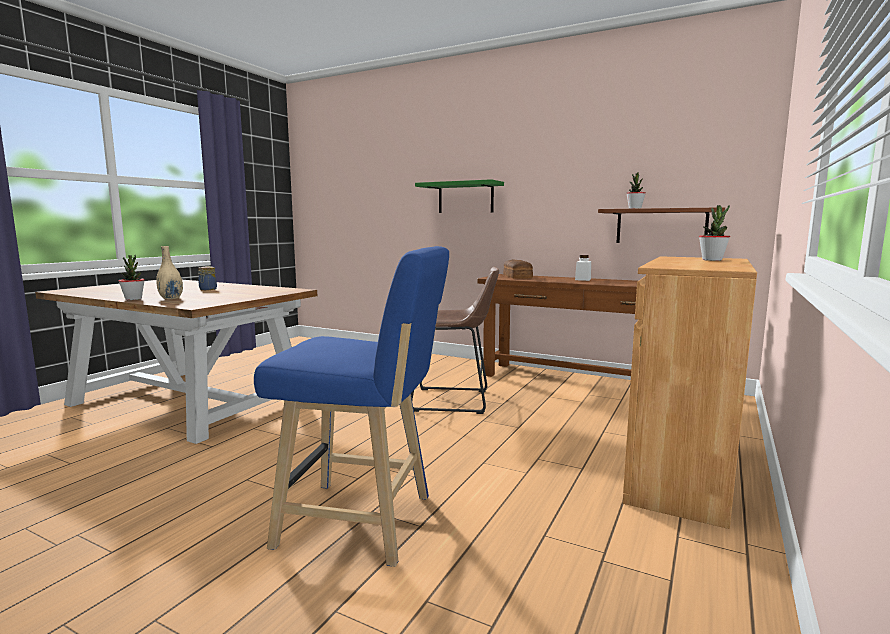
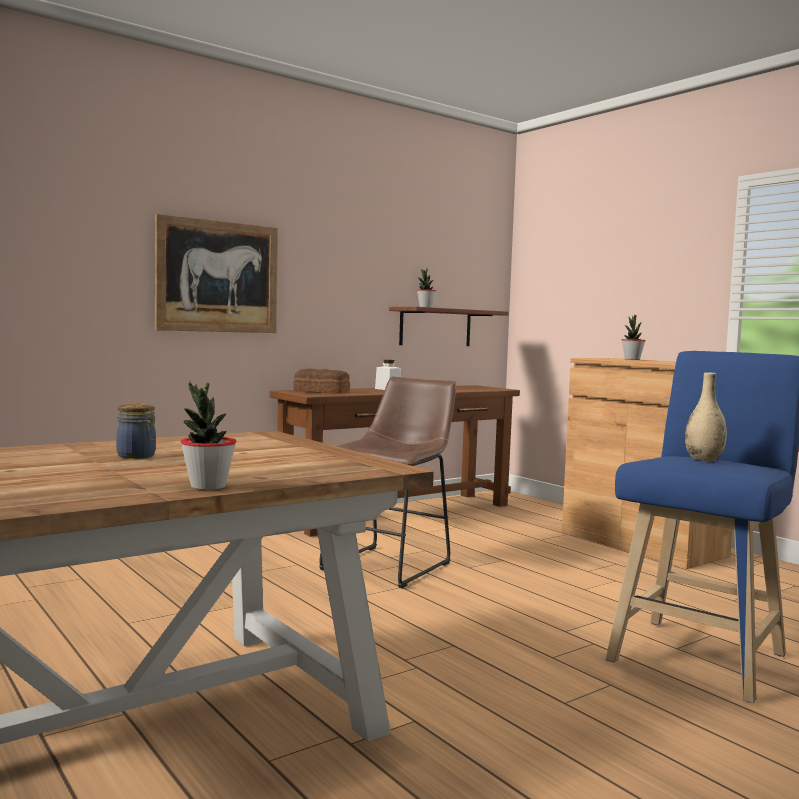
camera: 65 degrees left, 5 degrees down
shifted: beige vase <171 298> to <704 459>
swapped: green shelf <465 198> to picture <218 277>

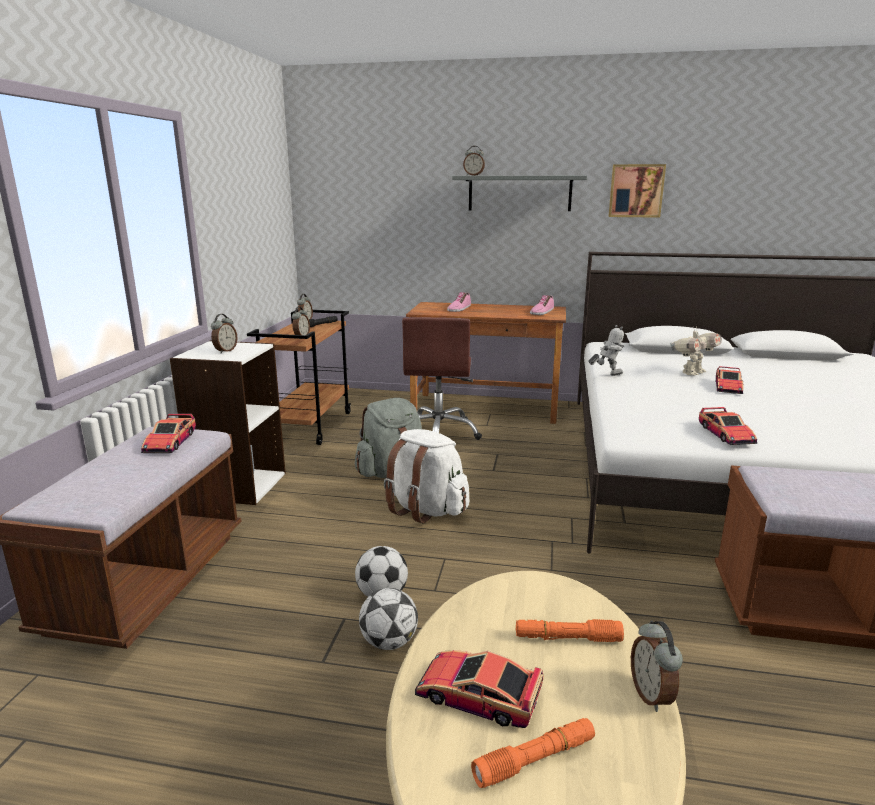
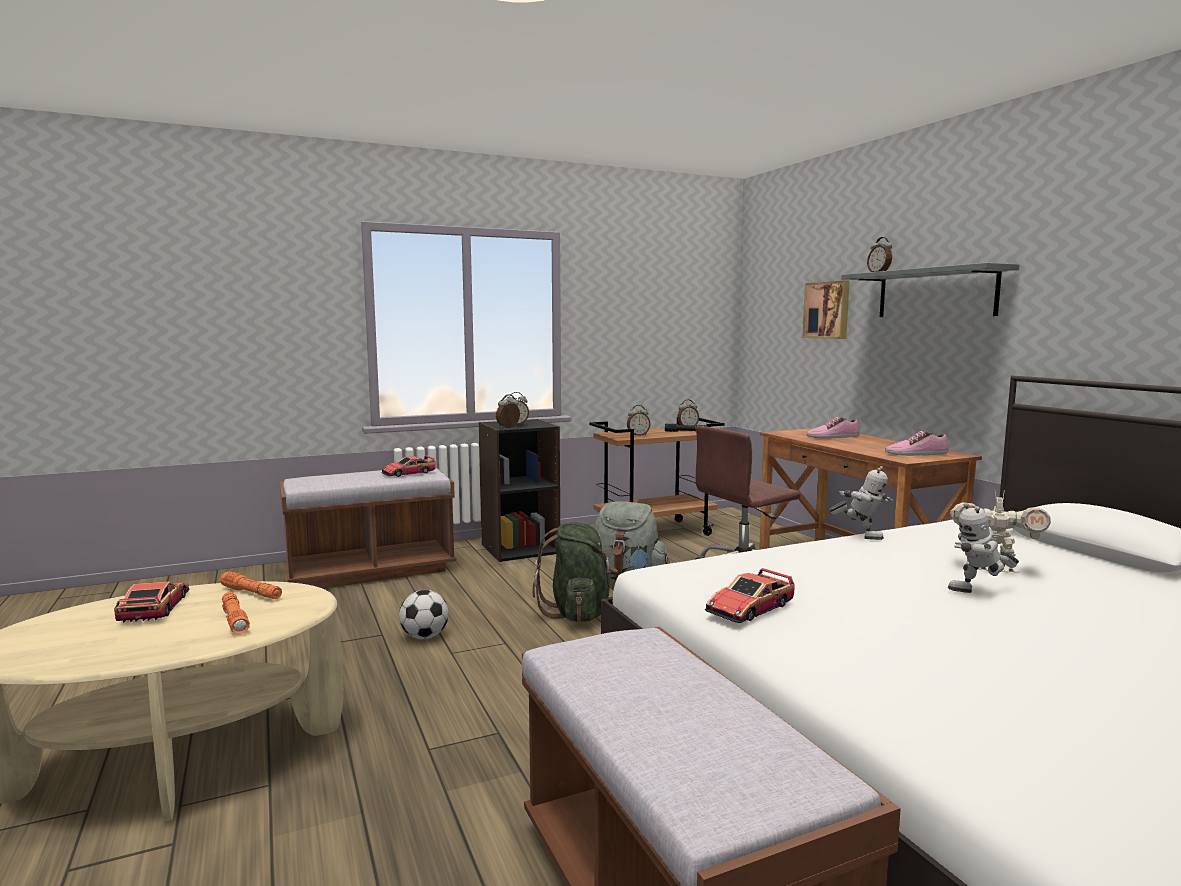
camera: 55 degrees right, 10 degrees down
gone: football <389 642>
shifted: orange flashlight <535 760> to <251 593>; alarm clock <652 695> to <508 427>; picture <636 191> to <827 310>
swapped: toy car <728 387> to toy robot <979 593>
repainted: white bookcase <238 485> to black bookcase <520 548>; white backpack <426 510> to green backpack <578 613>

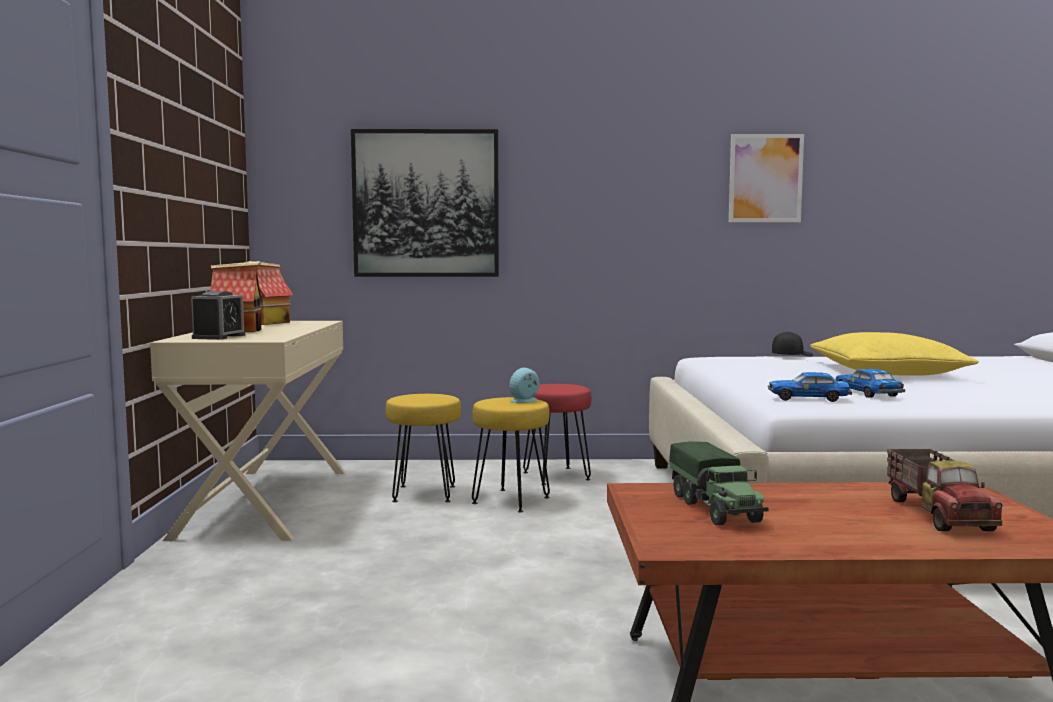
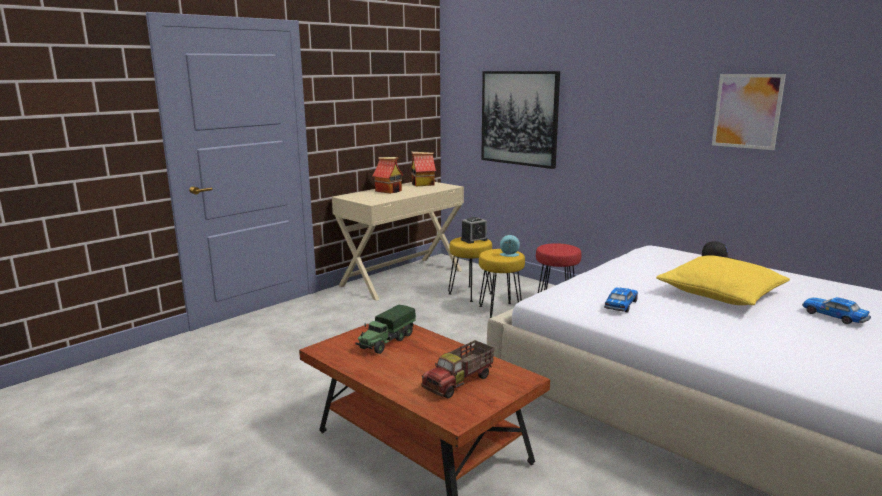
camera: 45 degrees right, 10 degrees up
shifted: alarm clock <219 337> to <474 240>; toy car <808 398> to <834 316>

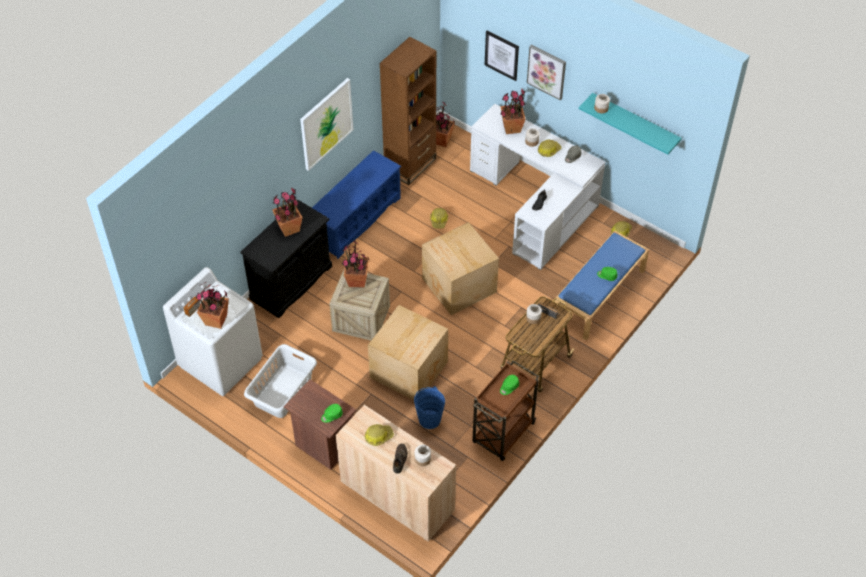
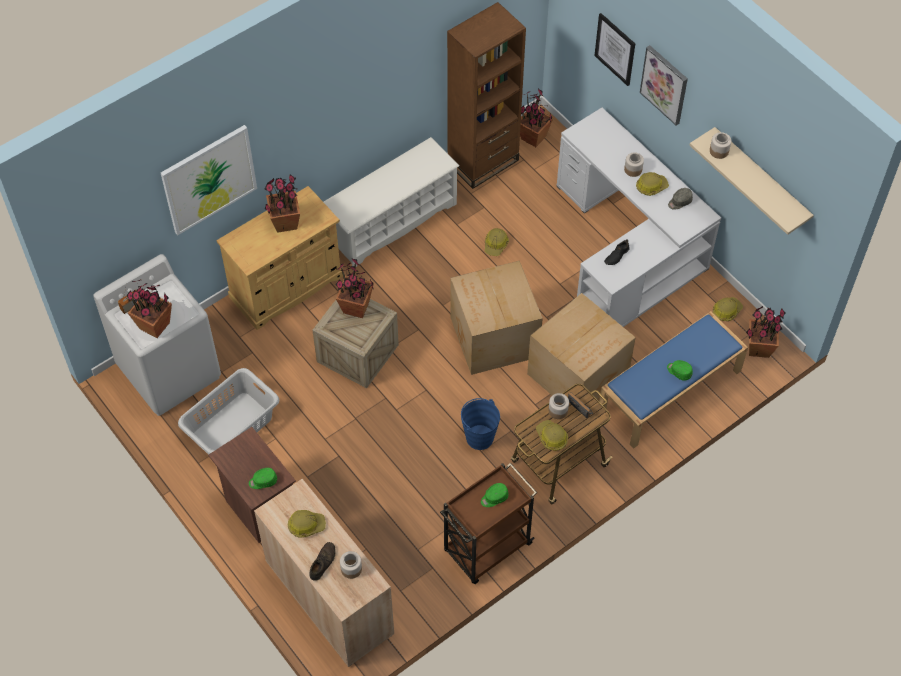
camera: 15 degrees right, 5 degrees up
new: hard hat <551 437>
shifted: picture <326 123> to <209 179>; blue bucket <429 419> to <479 437>; cardboard box <410 369> to <579 374>; potted plant <511 128> to <758 348>
repainted: black cabinet <291 282> to beige cabinet <286 287>; blue shoe rack <356 220> to white shoe rack <392 221>; turquoise shelf <635 122> to beige shelf <761 179>

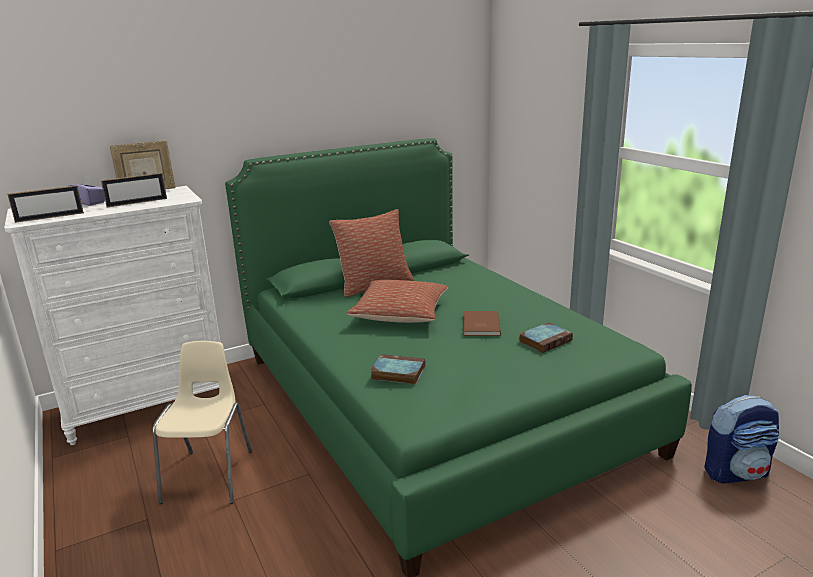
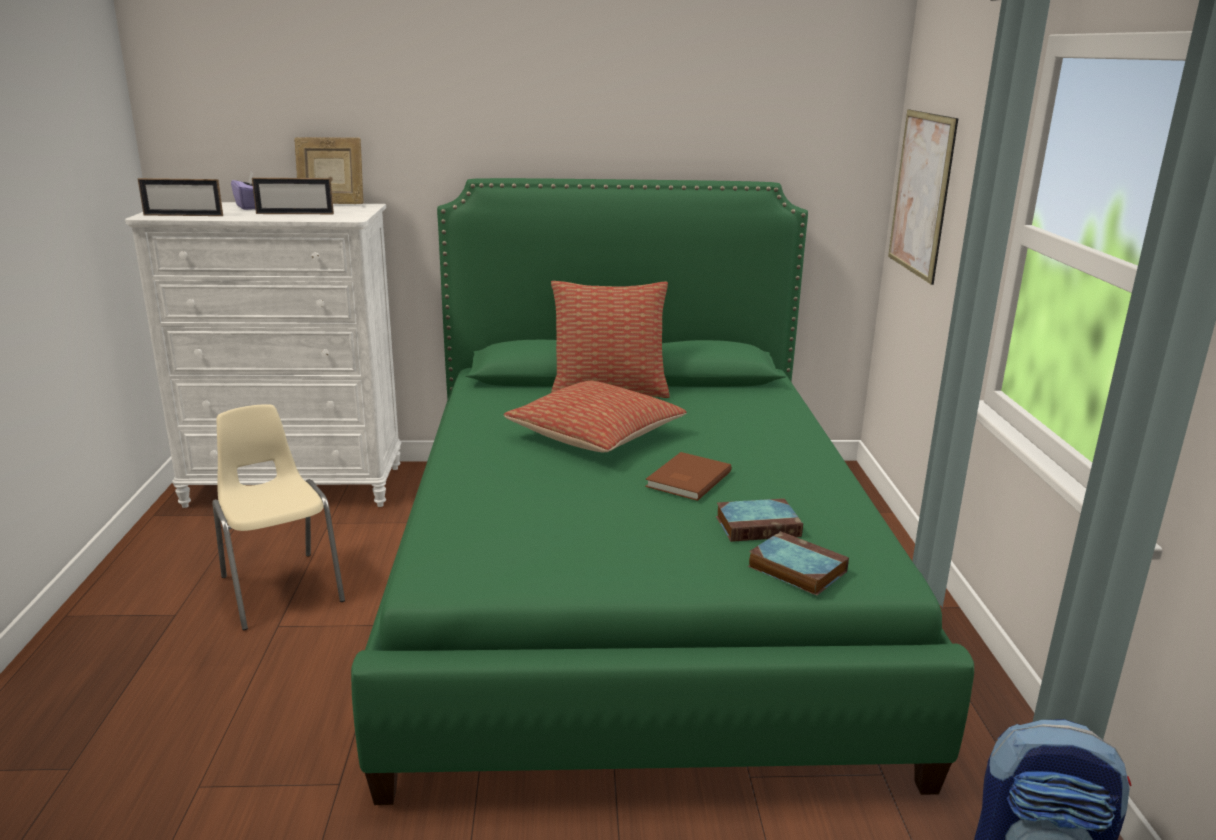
camera: 25 degrees right, 0 degrees up
new: picture <921 194>
shifted: book <397 373> to <794 568>
rotated: beige chair <210 475> = <280 588> 60 degrees counterclockwise

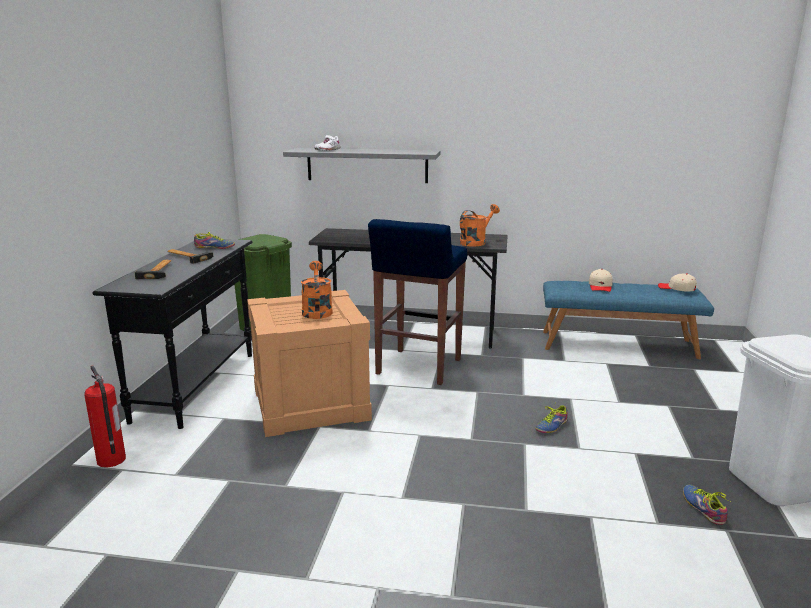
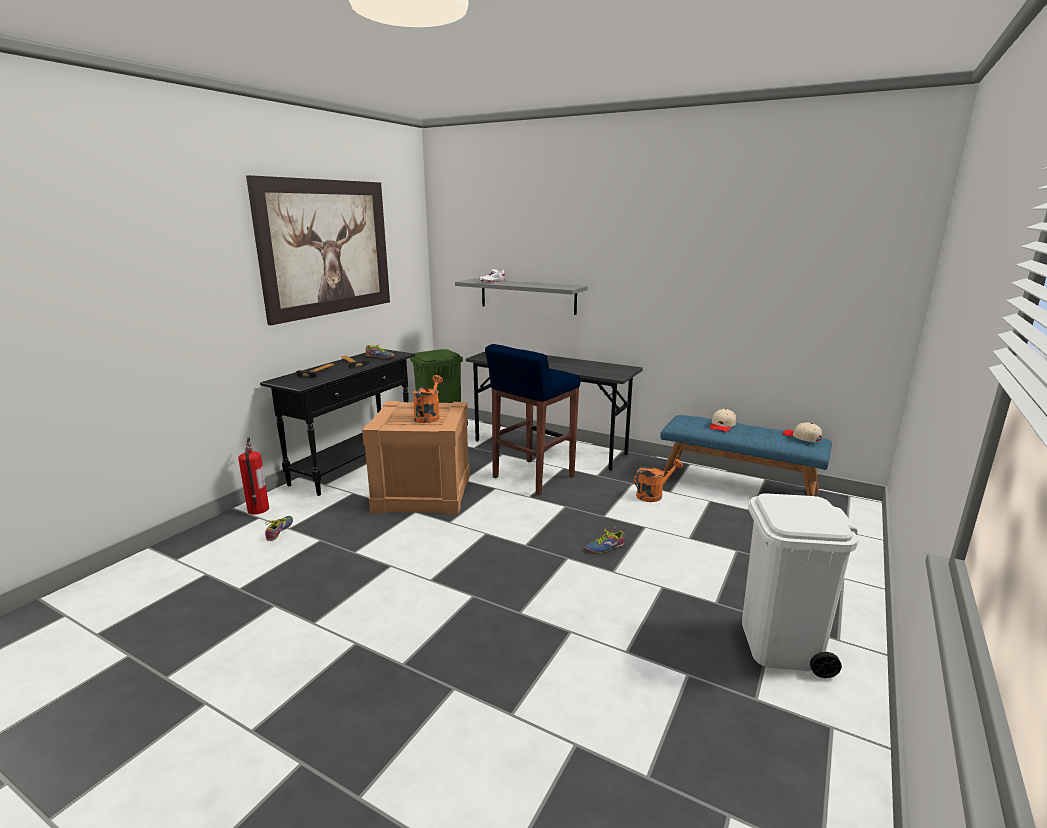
camera: 20 degrees right, 0 degrees up
new: picture <327 248>
shifted: shoe <704 507> to <281 530>; orange watering can <476 242> to <653 495>

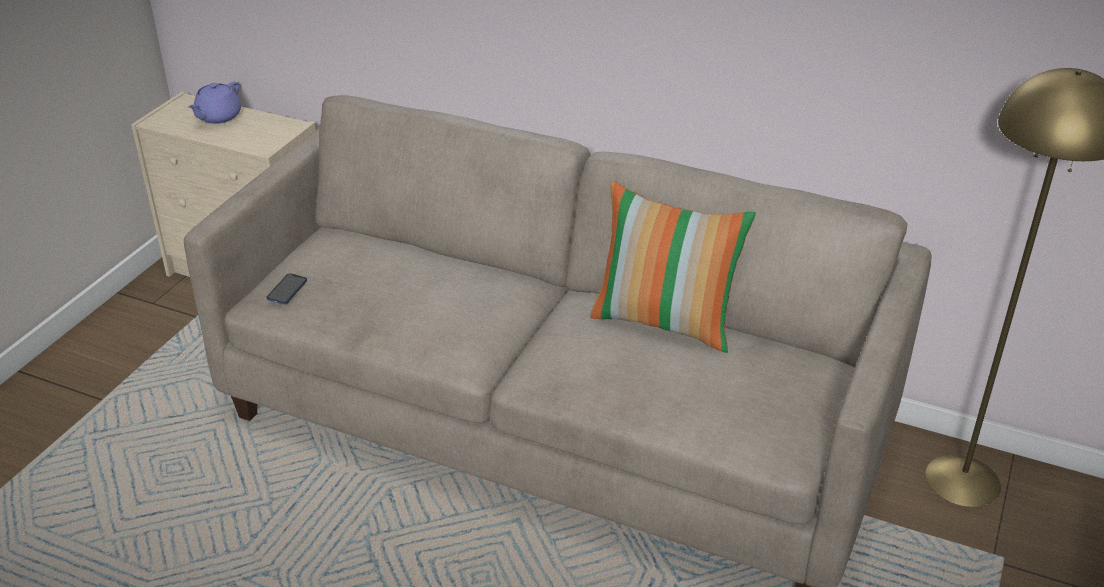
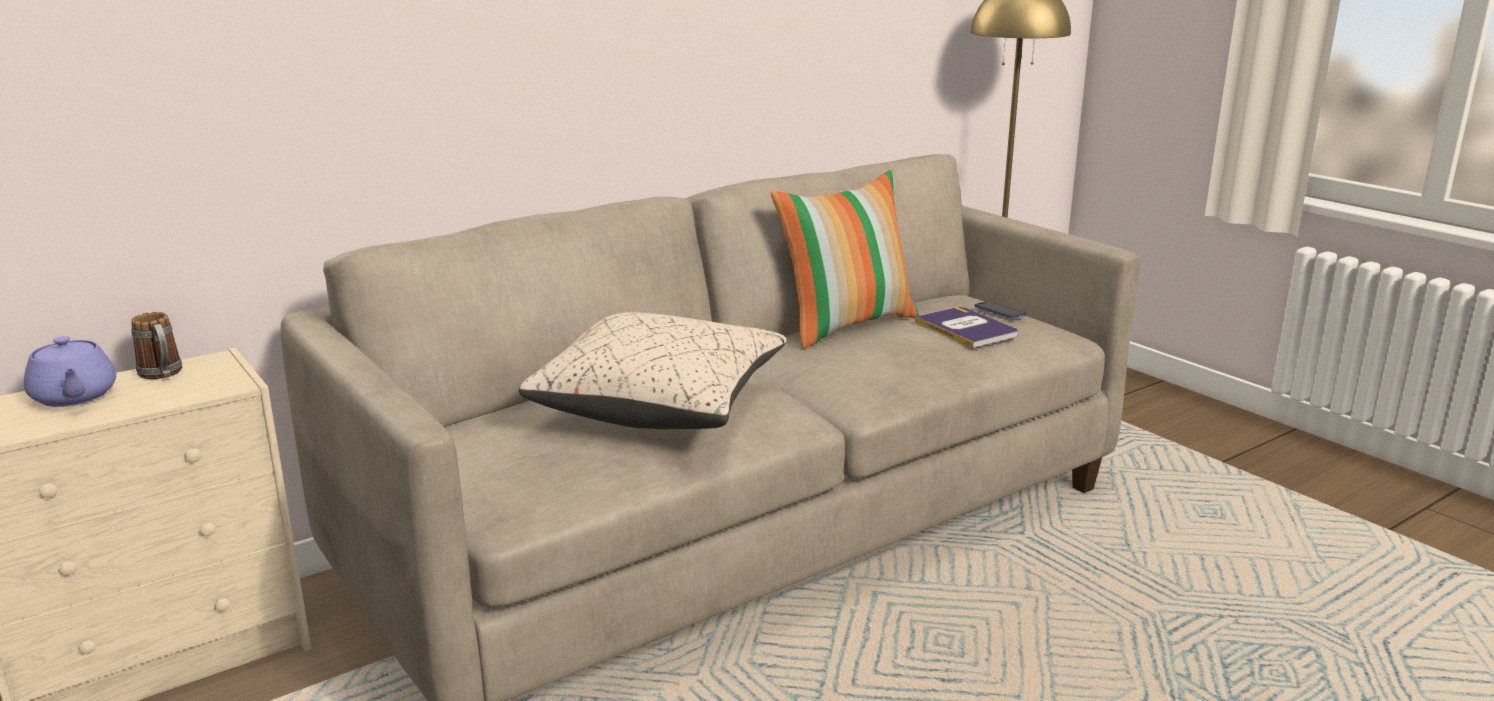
camera: 60 degrees left, 15 degrees down
new: mug <163 375>; beige pillow <660 404>; book <966 328>
shifted: phone <287 290> to <1000 311>

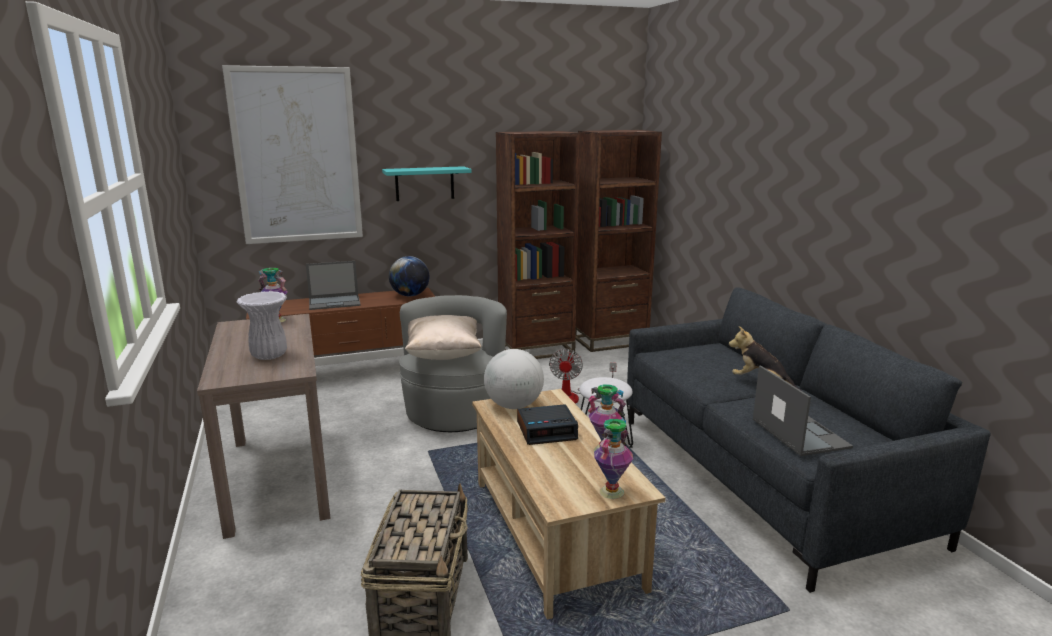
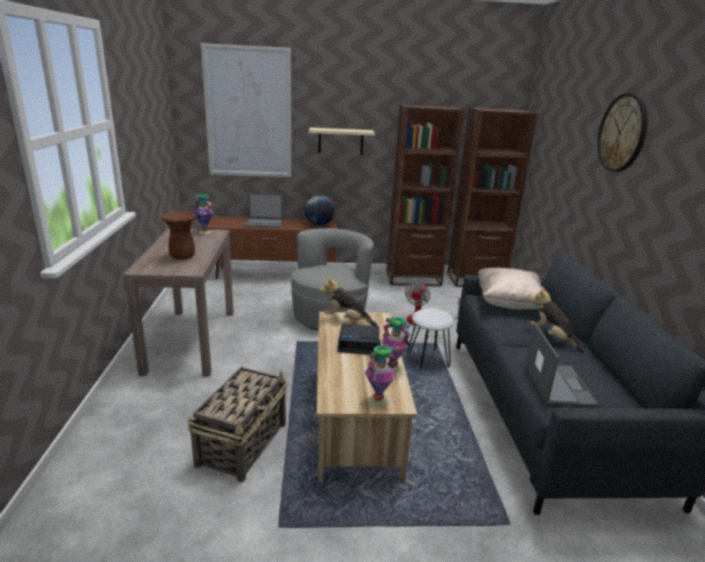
camera: 15 degrees right, 5 degrees up
new: wall clock <622 133>
shifted: beige pillow <443 355> to <509 303>
swapped: globe <514 406> to plush toy <346 320>
repainted: white vase <269 355> to brown vase <183 257>; turquoise shelf <424 183> to beige shelf <340 141>

